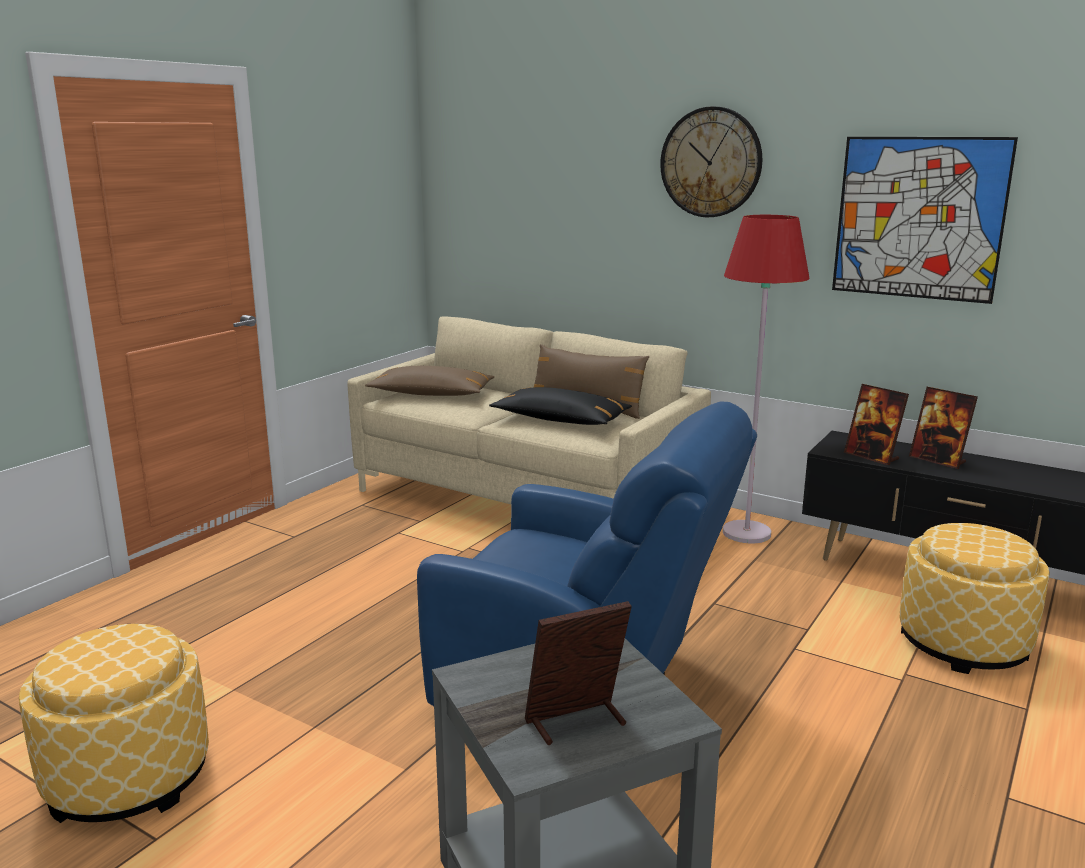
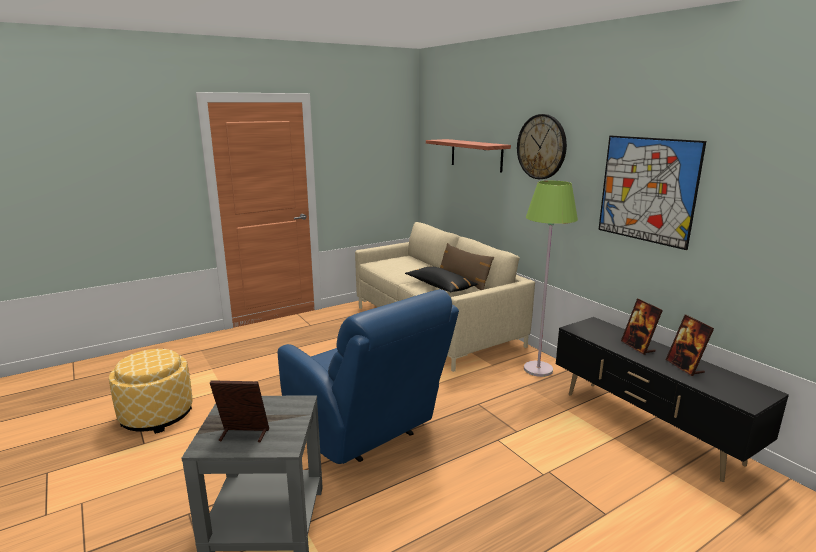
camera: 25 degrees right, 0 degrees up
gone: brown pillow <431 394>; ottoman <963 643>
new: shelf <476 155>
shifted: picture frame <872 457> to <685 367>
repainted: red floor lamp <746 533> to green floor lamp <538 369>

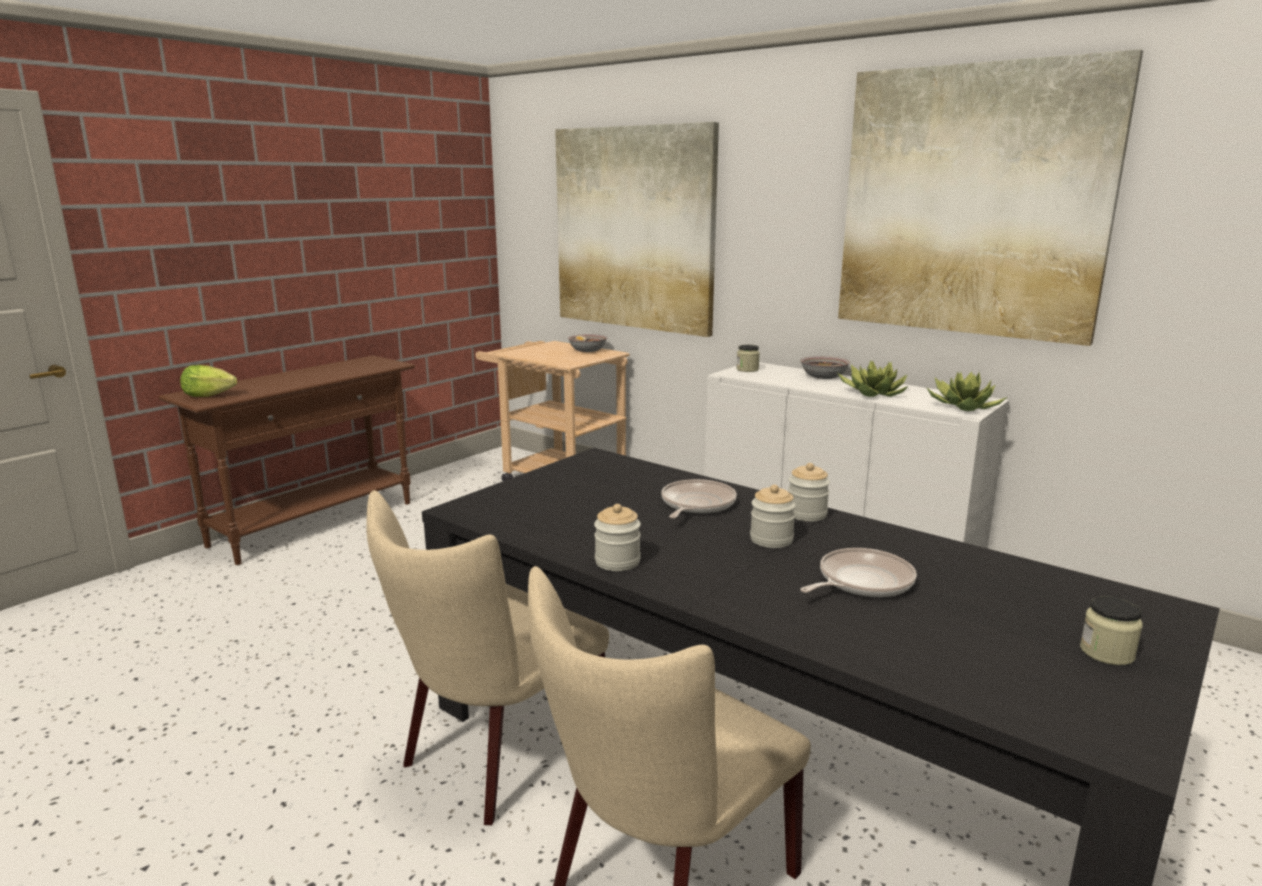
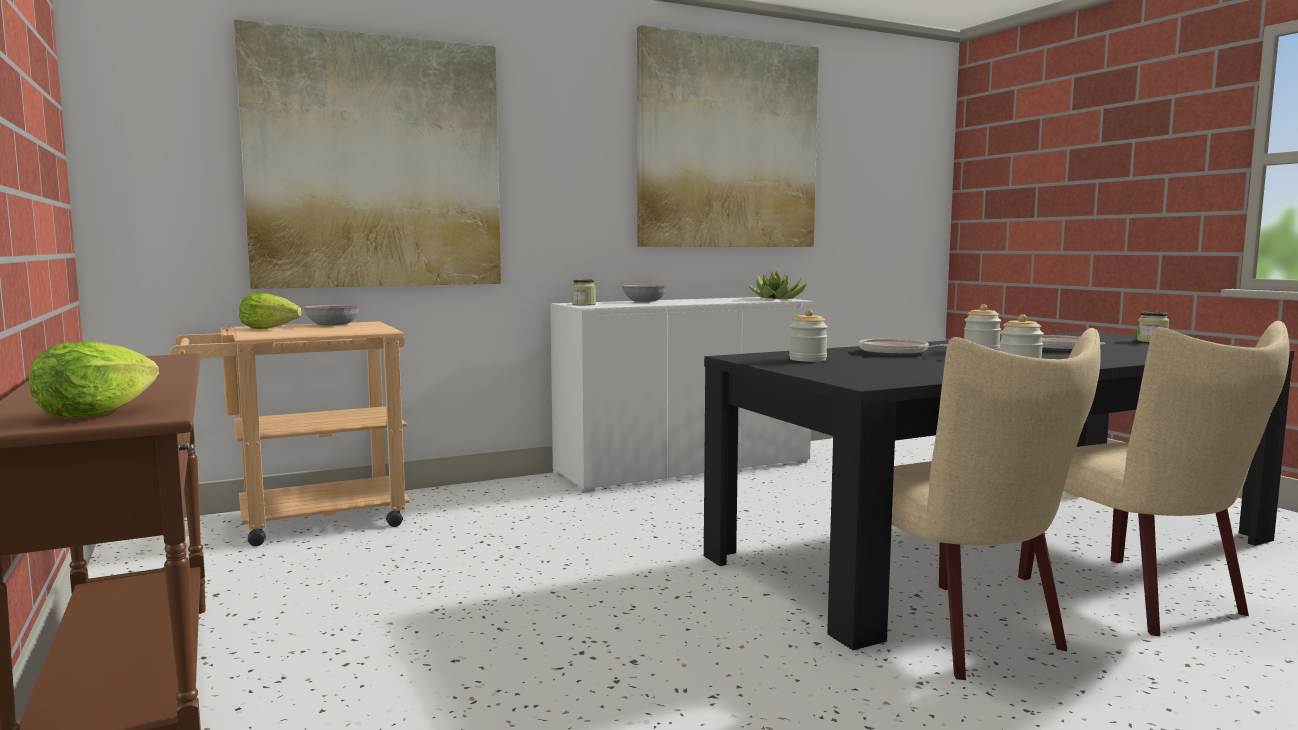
camera: 65 degrees left, 10 degrees down
gone: potted plant <873 393>
new: lettuce <268 329>
shifted: jar <806 514> to <807 359>

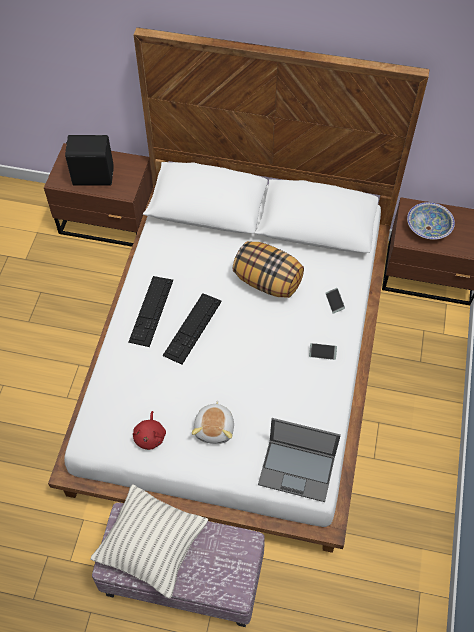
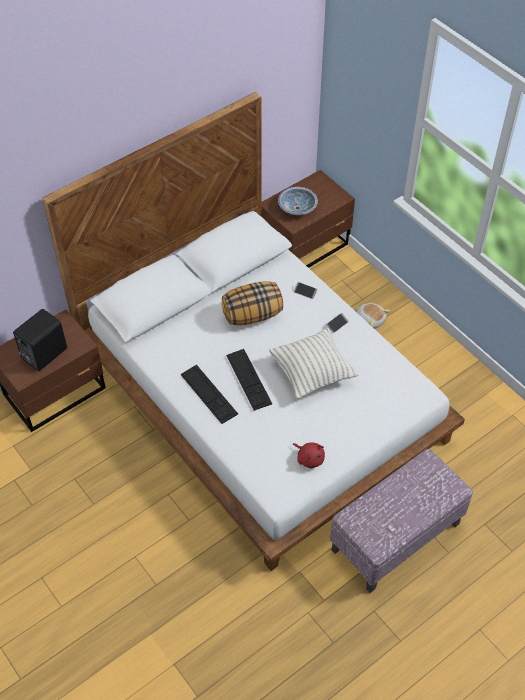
camera: 50 degrees left, 5 degrees down
gone: laptop <298 470>
shifted: pillow <152 546> to <312 373>; plush toy <215 428> to <370 320>

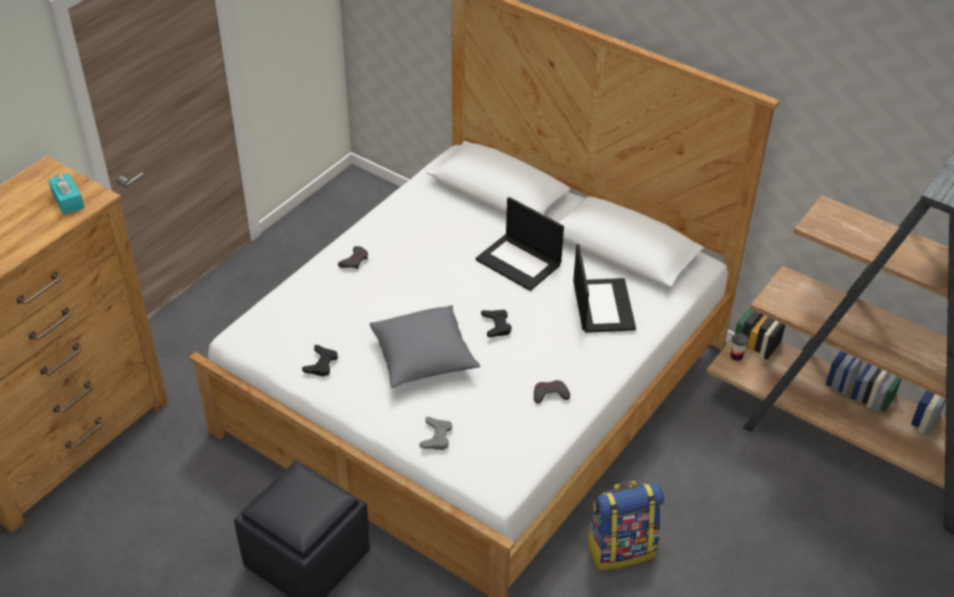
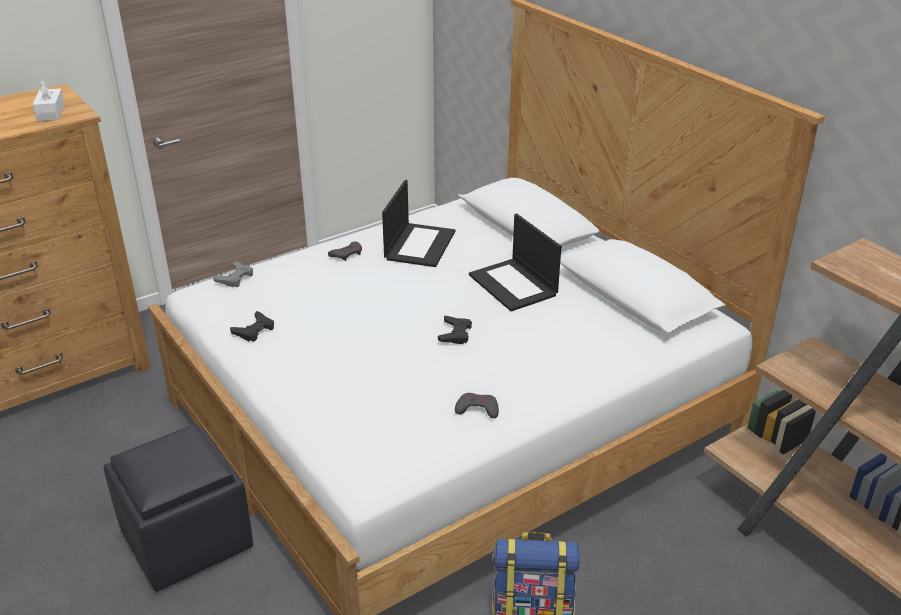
camera: 20 degrees right, 10 degrees down
gone: grey pillow <424 359>; cup <736 356>
shifted: grey game controller <436 436> to <235 278>; laptop <602 305> to <419 245>
repainted: turquoise tissue box <68 200> to white tissue box <51 112>

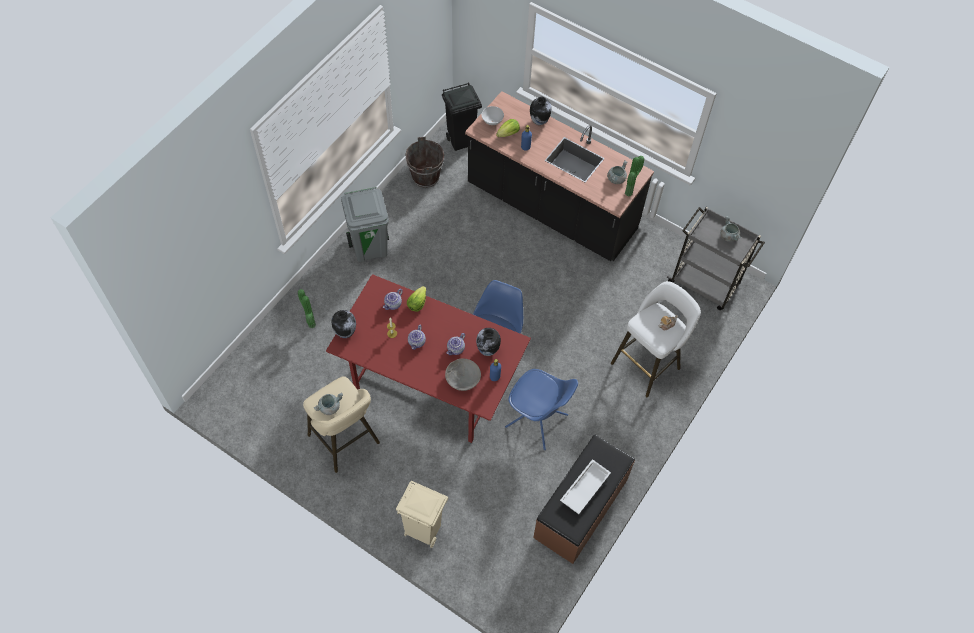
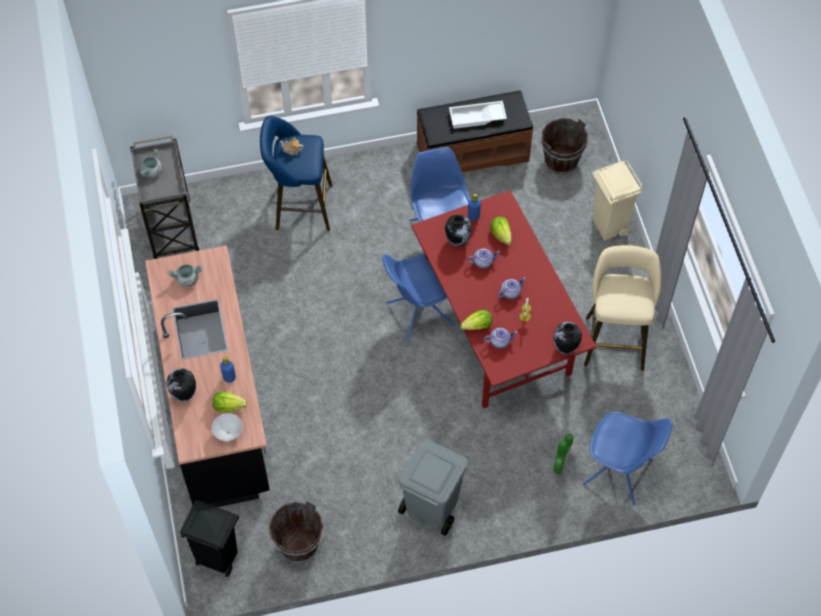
camera: 135 degrees left, 0 degrees up
gone: grey cooking pot <329 407>; potted plant <630 193>
new: brown bucket <561 161>; blue chair <619 473>
swapped: grey bowl <462 379> to lettuce <501 234>
repainted: white stool <648 363> to blue stool <299 207>

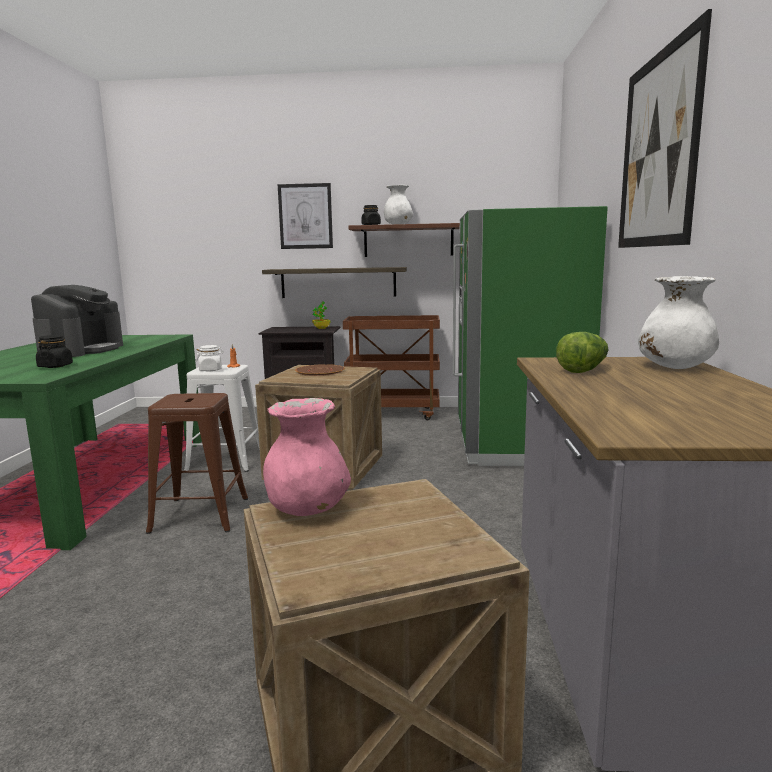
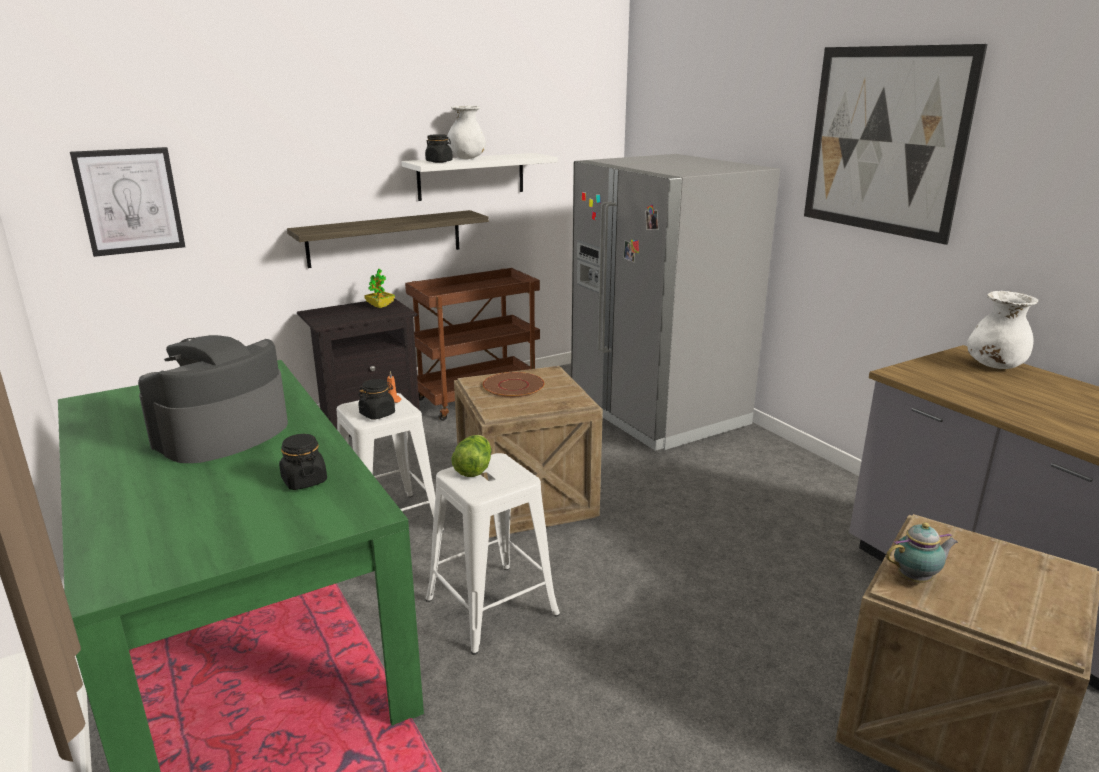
camera: 35 degrees left, 10 degrees up
shifted: picture <305 216> to <130 201>; lettuce <583 369> to <473 468>
swapped: pink vase <307 510> to teapot <916 579>
repainted: white jar <211 370> to black jar <377 414>; brown shelf <408 241> to white shelf <471 176>; brown stool <200 514> to white stool <491 607>; green fridge <516 444> to grey fridge <658 412>
rotated: coffee machine <82 350> = <222 434> 120 degrees counterclockwise

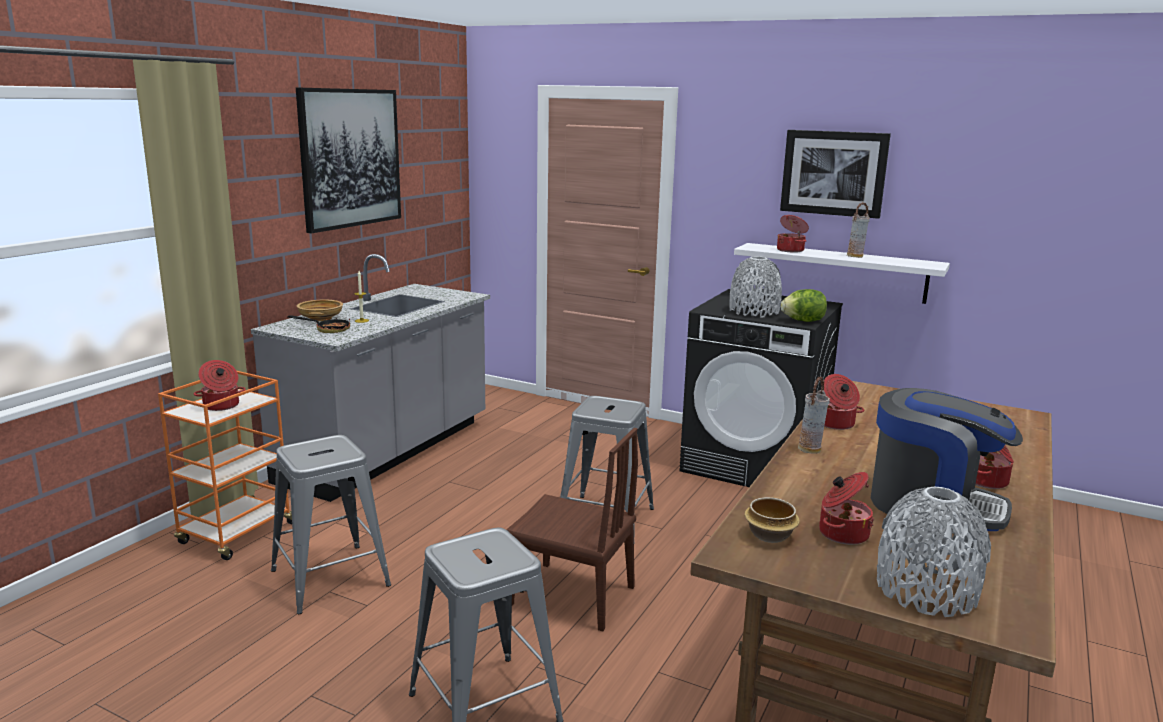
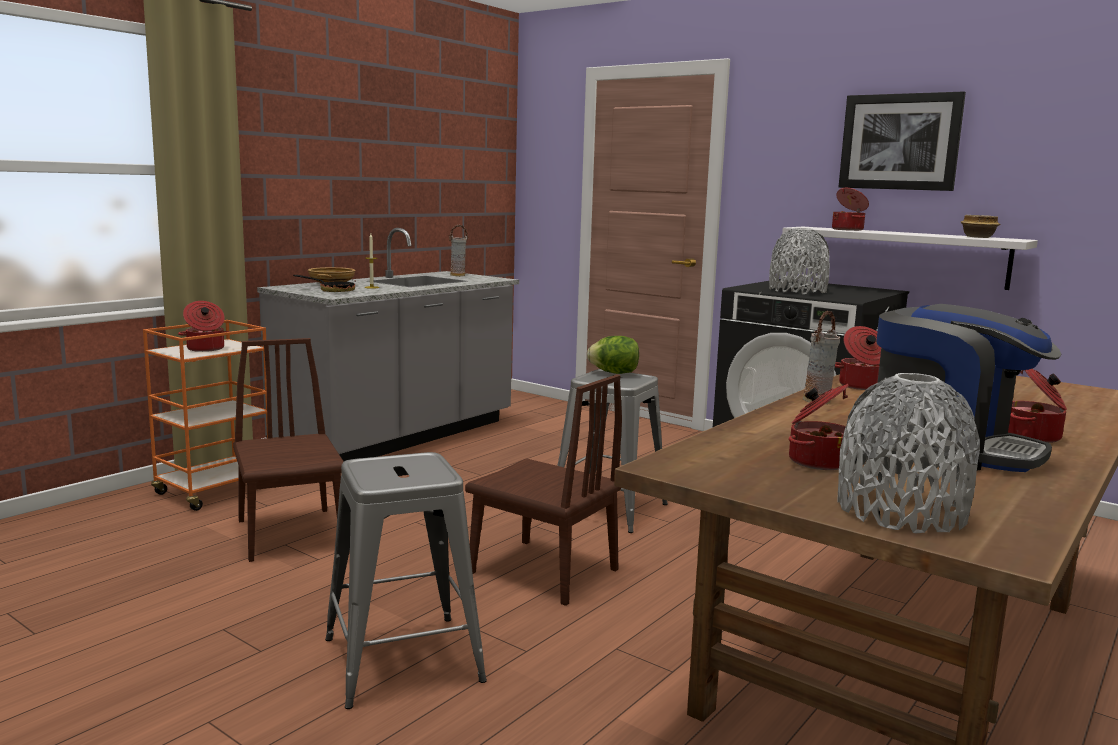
camera: 10 degrees right, 5 degrees down
gone: picture <350 158>
shifted: vase <855 256> to <458 275>; lettuce <803 321> to <614 373>; bowl <770 535> to <978 237>
swapped: grey stool <330 578> to brown chair <290 534>

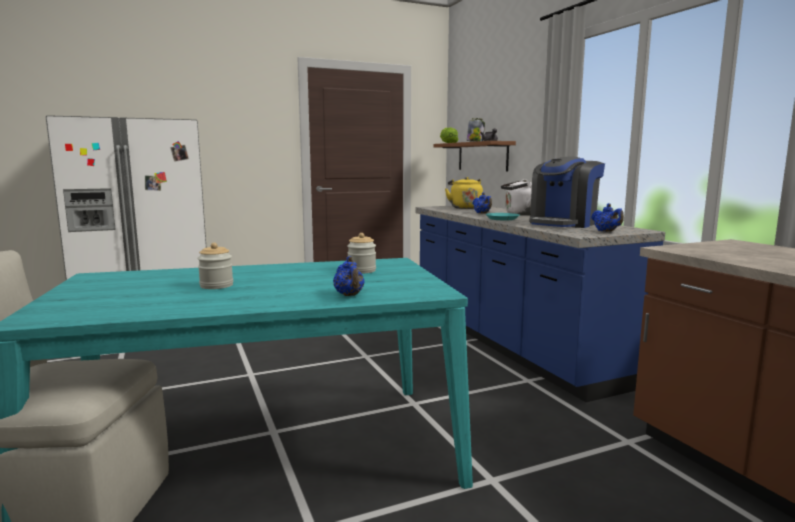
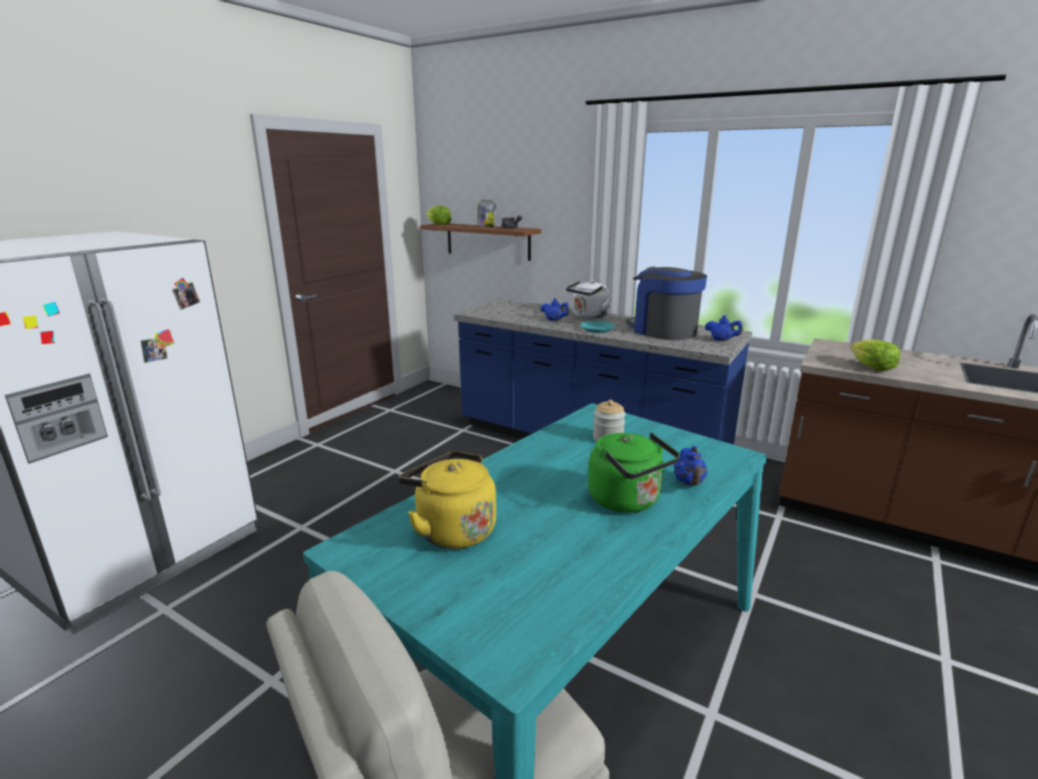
camera: 35 degrees left, 10 degrees up
gone: jar <216 285>
new: green kettle <628 501>; lettuce <871 367>
shifted: yellow kettle <464 208> to <452 530>
rotated: coffee machine <563 224> = <663 331> 135 degrees clockwise; blue teapot <349 295> = <689 483> 60 degrees clockwise

